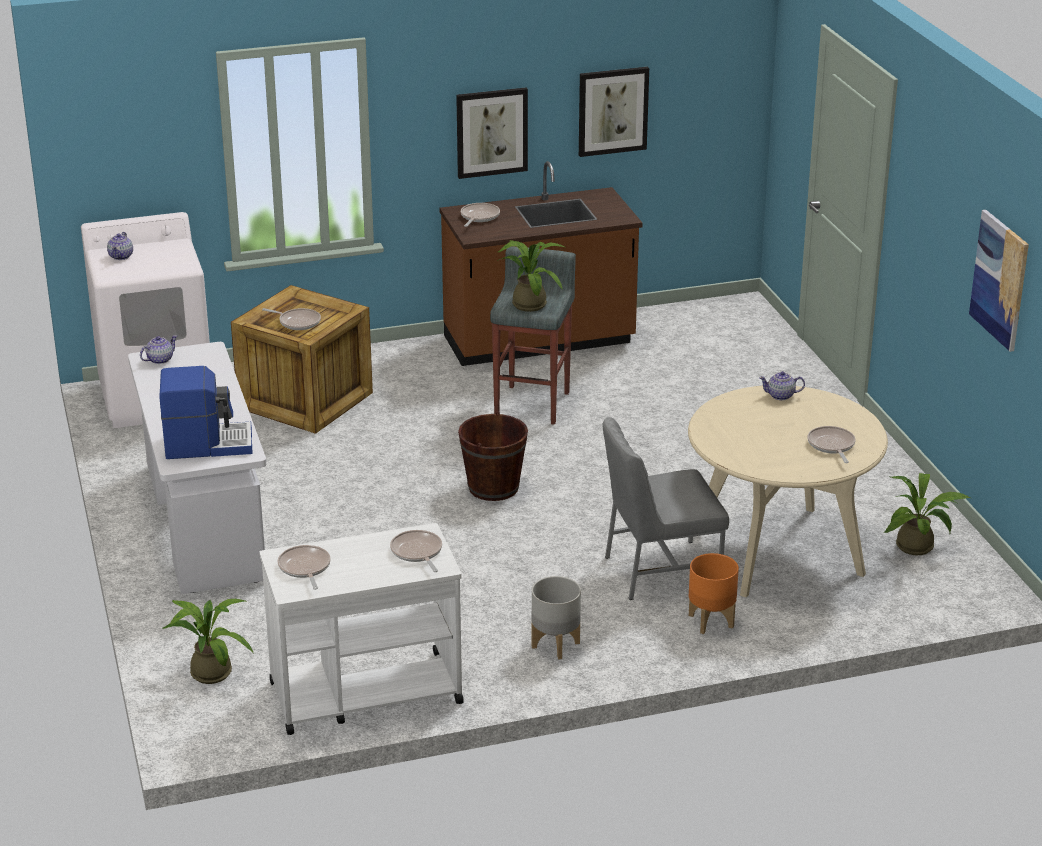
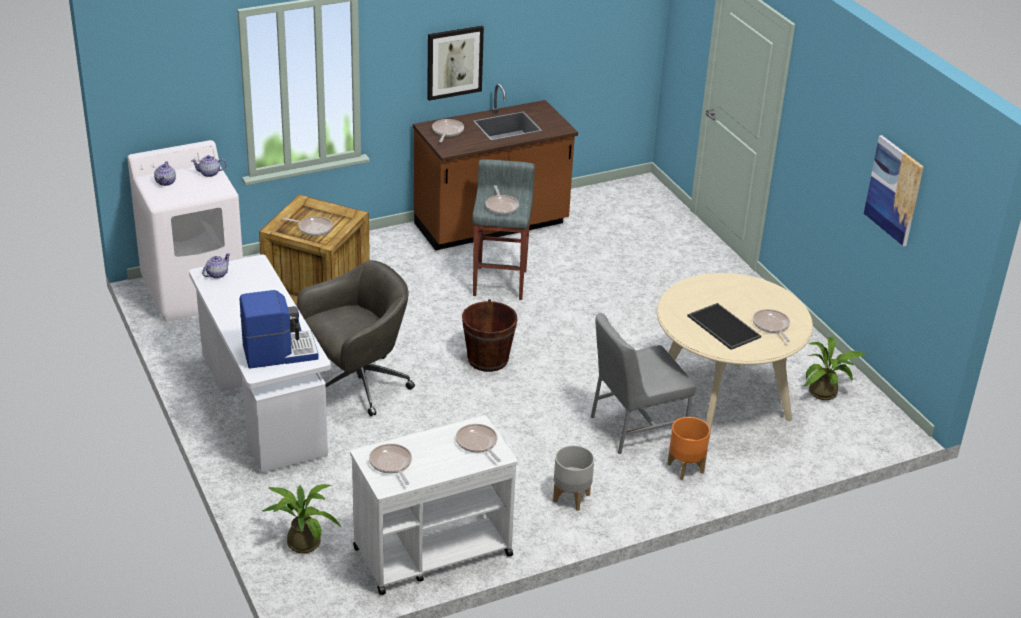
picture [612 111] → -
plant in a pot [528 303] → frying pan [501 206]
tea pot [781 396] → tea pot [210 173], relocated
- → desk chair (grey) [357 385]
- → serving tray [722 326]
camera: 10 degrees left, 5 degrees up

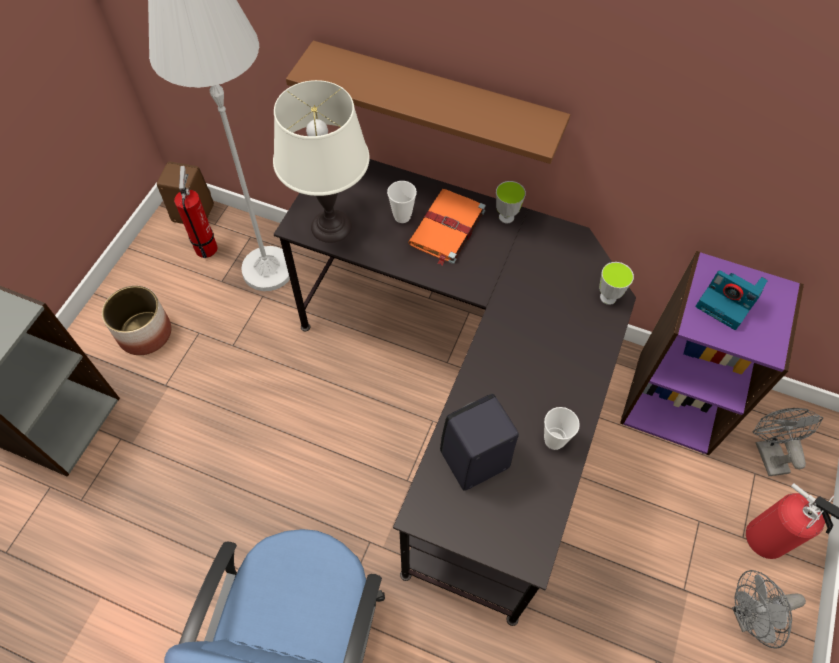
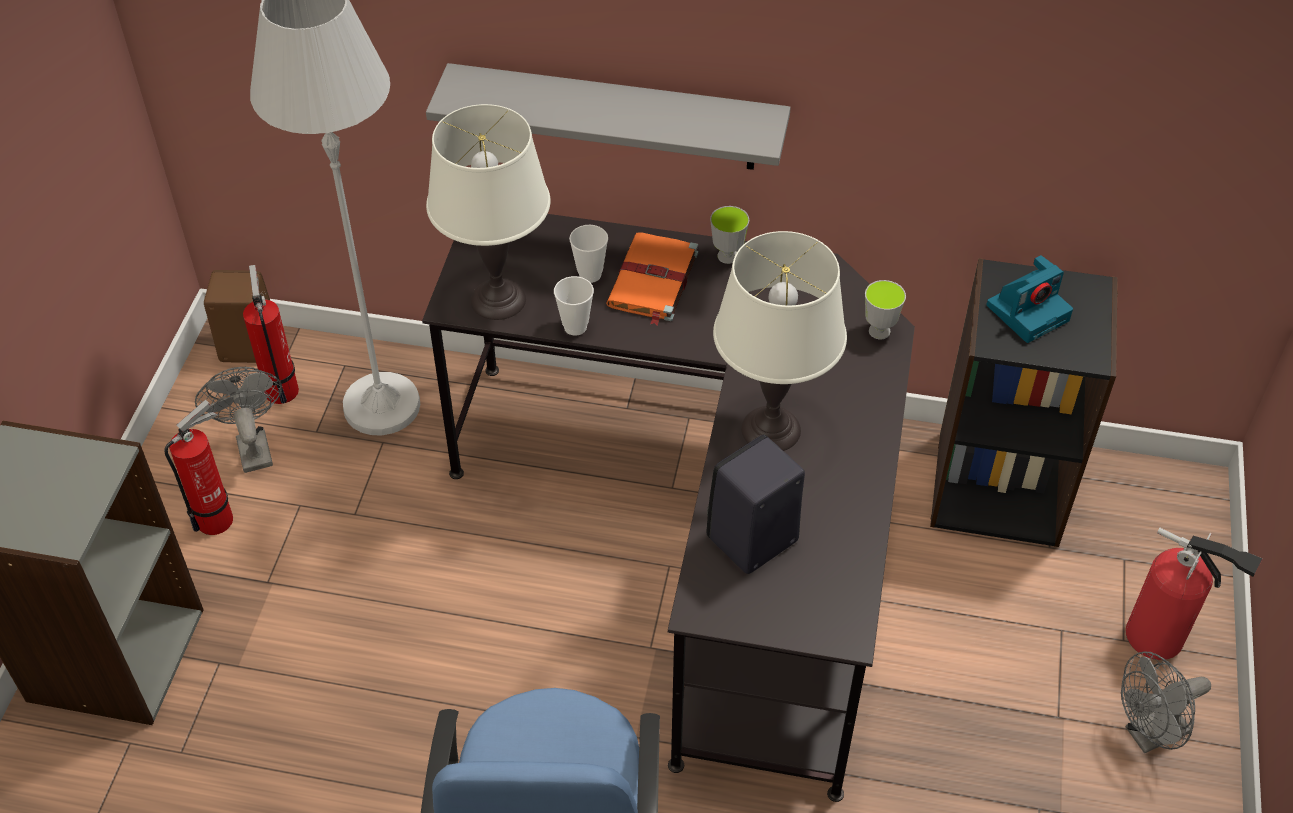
wall shelf (brownish) [436 101] → wall shelf (grey) [617 117]
bookcase (purple) [674 400] → bookcase (black-coloured) [998 486]
photo camera [727 302] → photo camera [1028 311], 60 degrees counterclockwise
flower pot [145 332] → fire-fighting cylinder [219 517]
small cup [554 440] → small cup [575 327], relocated
electric fan (grey) [768 452] → electric fan (grey) [252 446], relocated
- → lamp for a table (white) [770 430]
camera: 10 degrees left, 10 degrees down

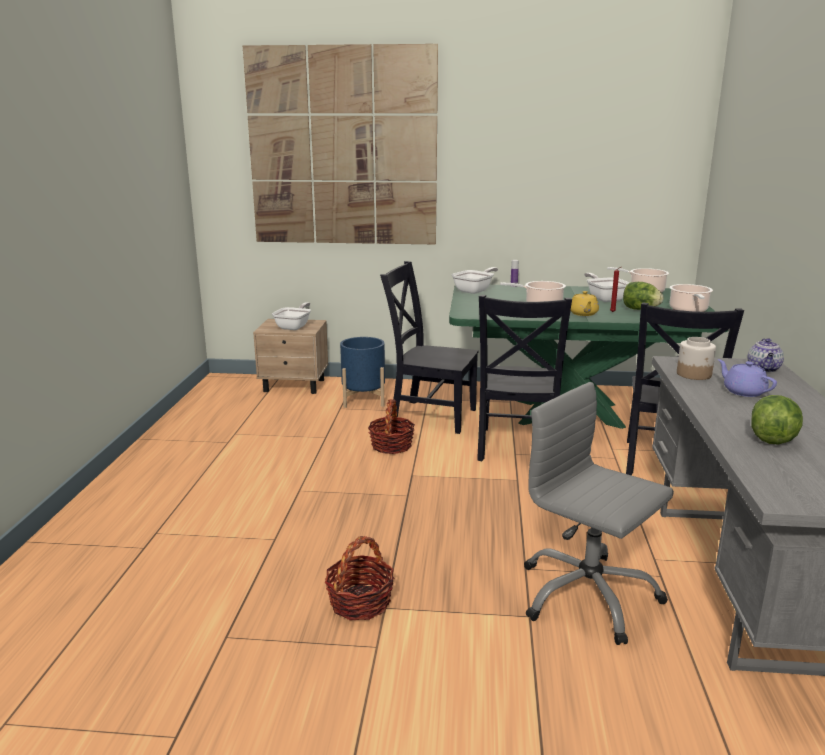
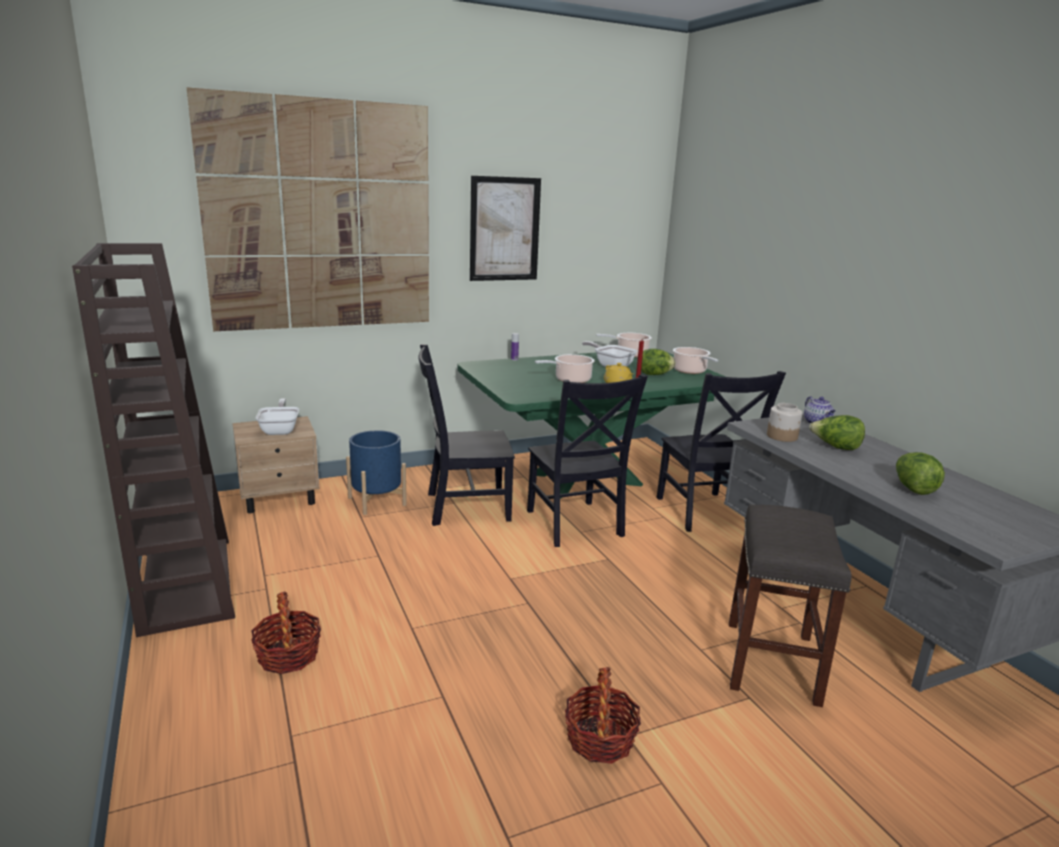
frying pan [475 290] → -
tea pot (purple) [743 391] → lettuce [835 447]
desk chair (grey) [587 596] → stool seat (grey) [770 660]
household basket [391 446] → household basket [288 655], relocated
- → picture [504 229]
- → bookcase (brownish) [185 583]
camera: 30 degrees left, 0 degrees up

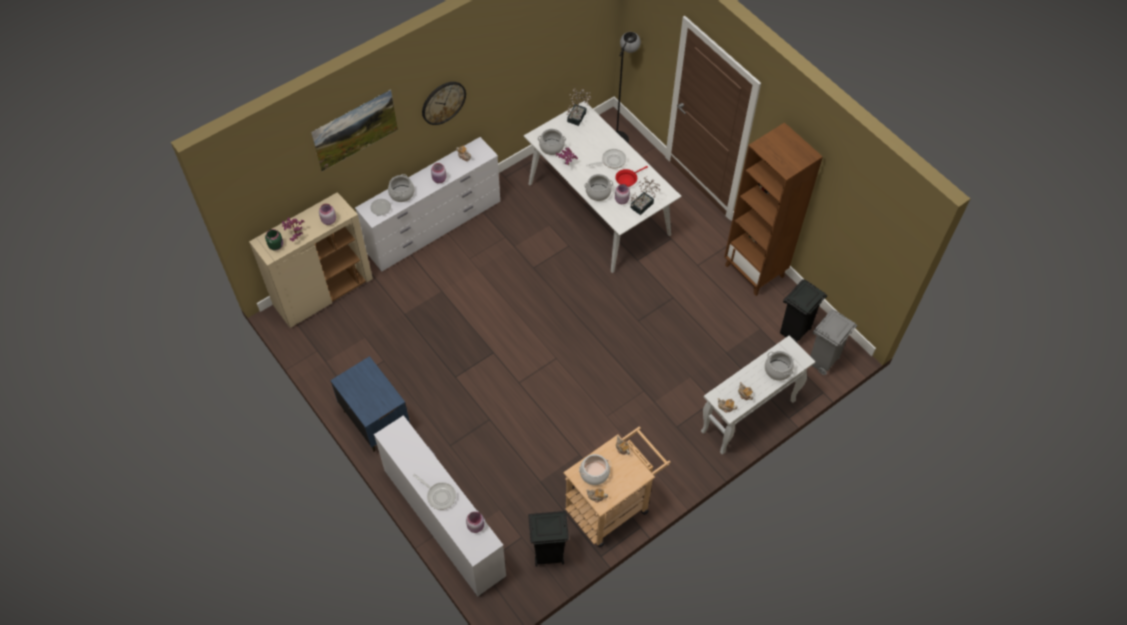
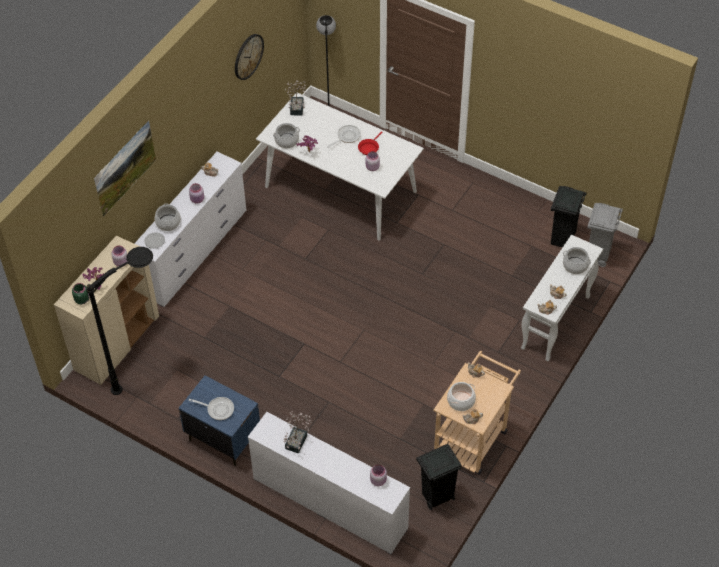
hanging clock [443 102] → hanging clock [248 56], relocated
bookcase (brownish) [755 271] → -
stockpot [598 192] → -
plant in a pot [644 204] → plant in a pot [297 439], relocated
frying pan [439 495] → frying pan [218 409], relocated
- → standing lamp (black-coloured) [149 372]
camera: 20 degrees left, 5 degrees down

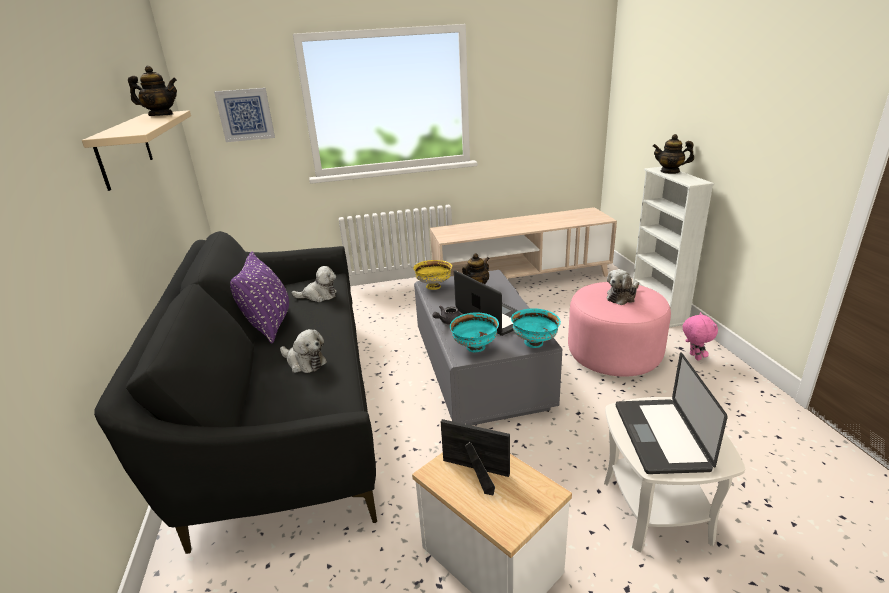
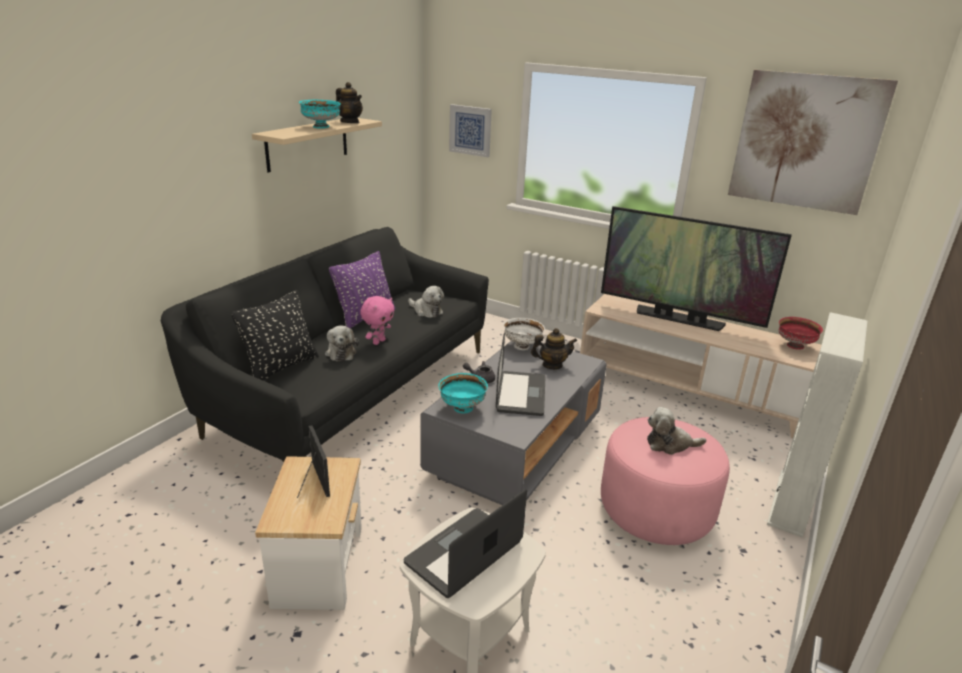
tea pot [670 171] → -
bowl (yellow-coloured) [433 286] → bowl (white) [522 346]
bowl (turquoise-coloured) [534 342] → bowl (turquoise-coloured) [321 127], relocated
cuddly toy (pinkish) [694 357] → cuddly toy (pinkish) [378 341], relocated
- → picture [806 142]
- → TV [678 318]
- → throw pillow (black-coloured) [281 367]
- → bowl (reddish) [795 346]
camera: 40 degrees right, 0 degrees up

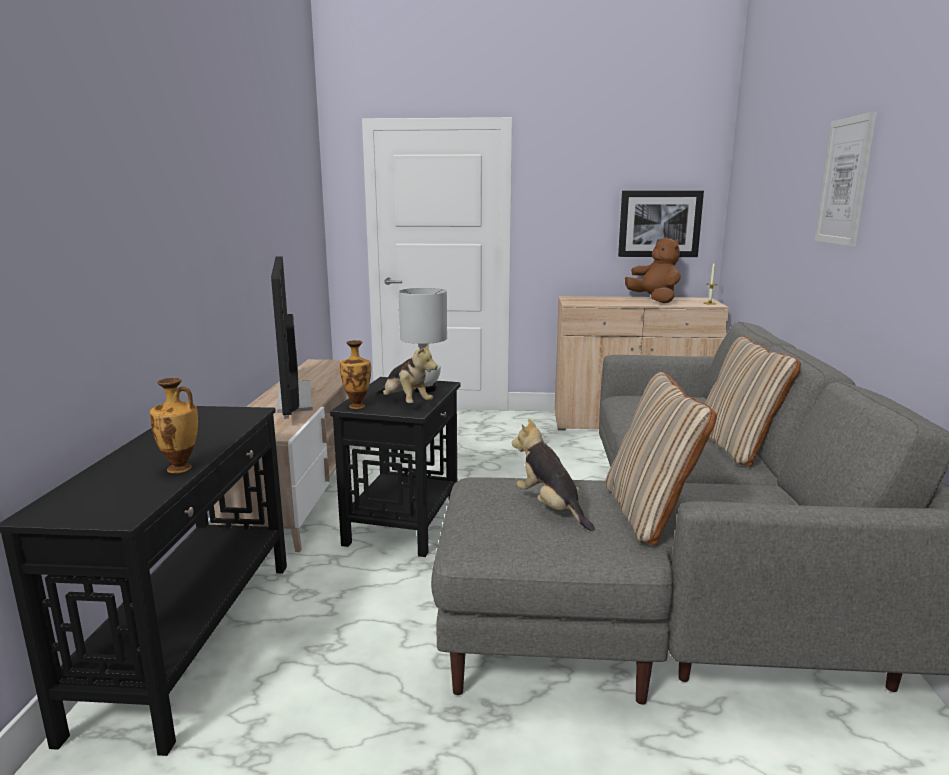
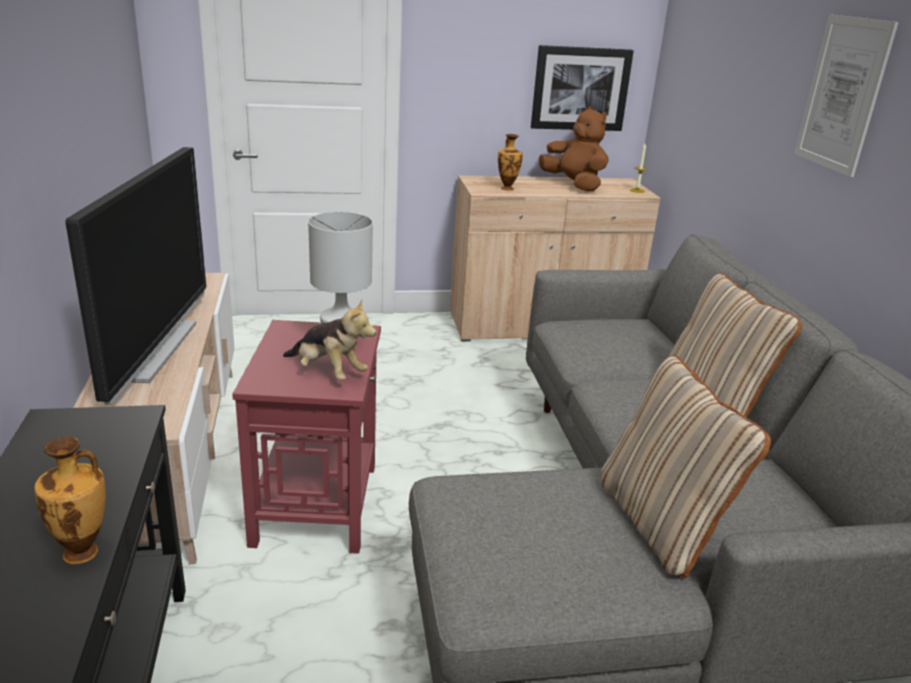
TV [294 396] → TV [154 350], 150 degrees counterclockwise
decorative vase [357 406] → decorative vase [507 188], relocated
accent table (black-coloured) [404 524] → accent table (reddish) [317 504]
cuddly toy [550 508] → -
camera: 15 degrees left, 10 degrees up

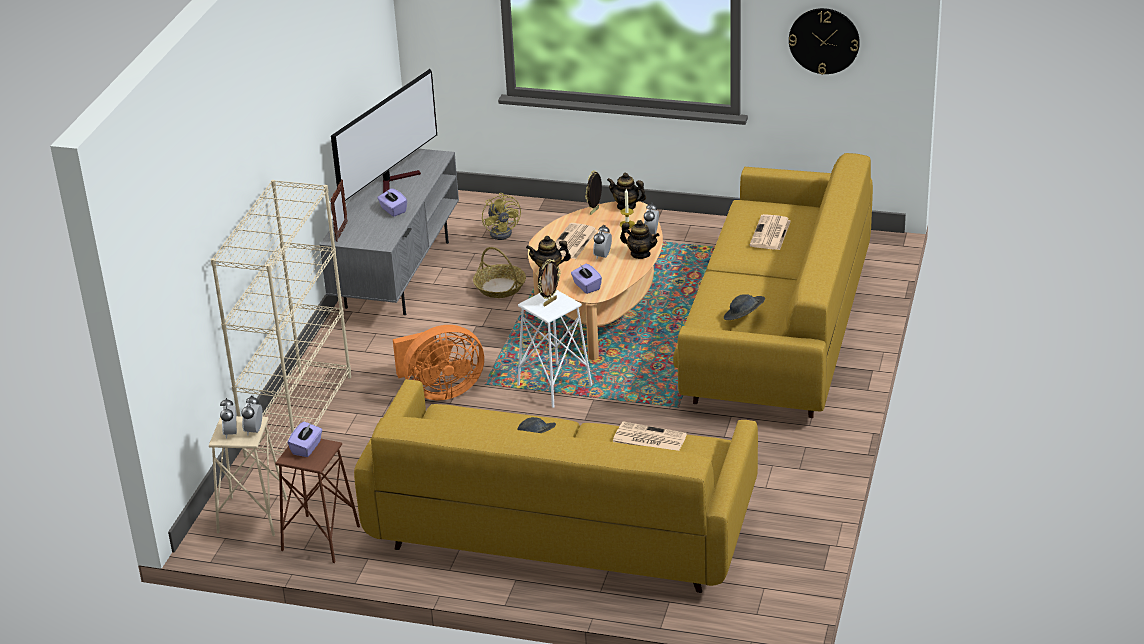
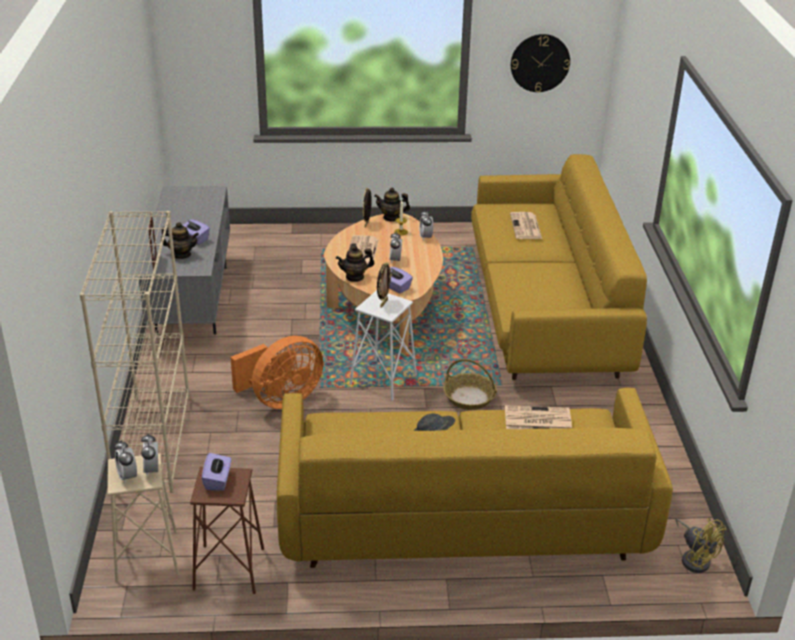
TV [395 182] → -
electric fan (yellow-coloured) [503 232] → electric fan (yellow-coloured) [695 558], relocated
tea pot [640 254] → tea pot [181 254], relocated
household basket [500 287] → household basket [469 397], relocated
wearable hat (grey) [744 317] → -
camera: 20 degrees left, 0 degrees up

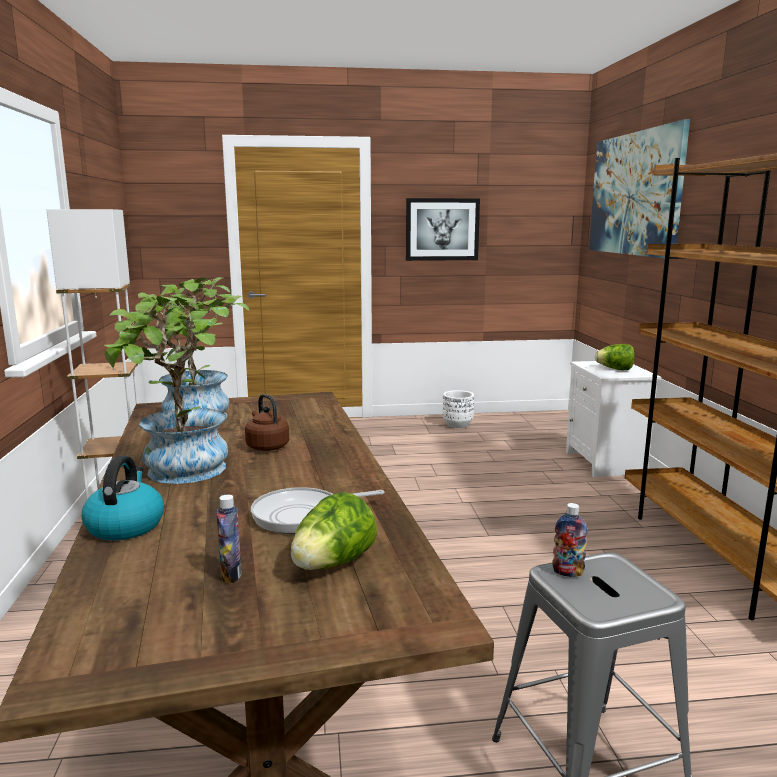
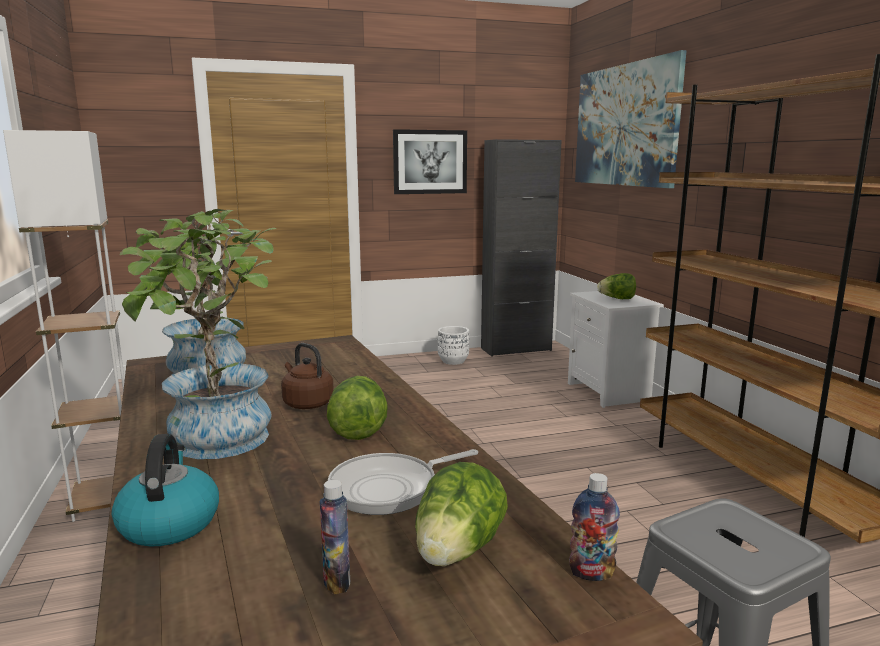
bottle [567 572] → bottle [591 573], relocated
- → storage cabinet (black-coloured) [516 349]
- → lettuce [358 429]
camera: 10 degrees left, 0 degrees up

